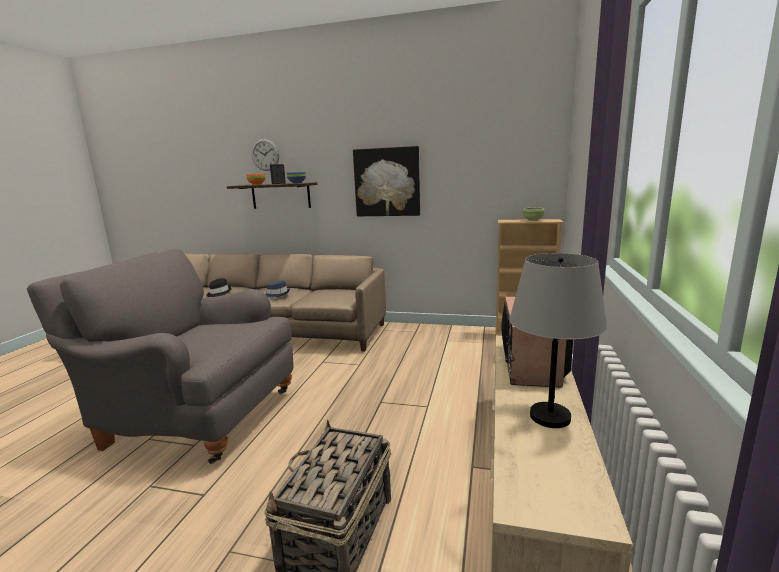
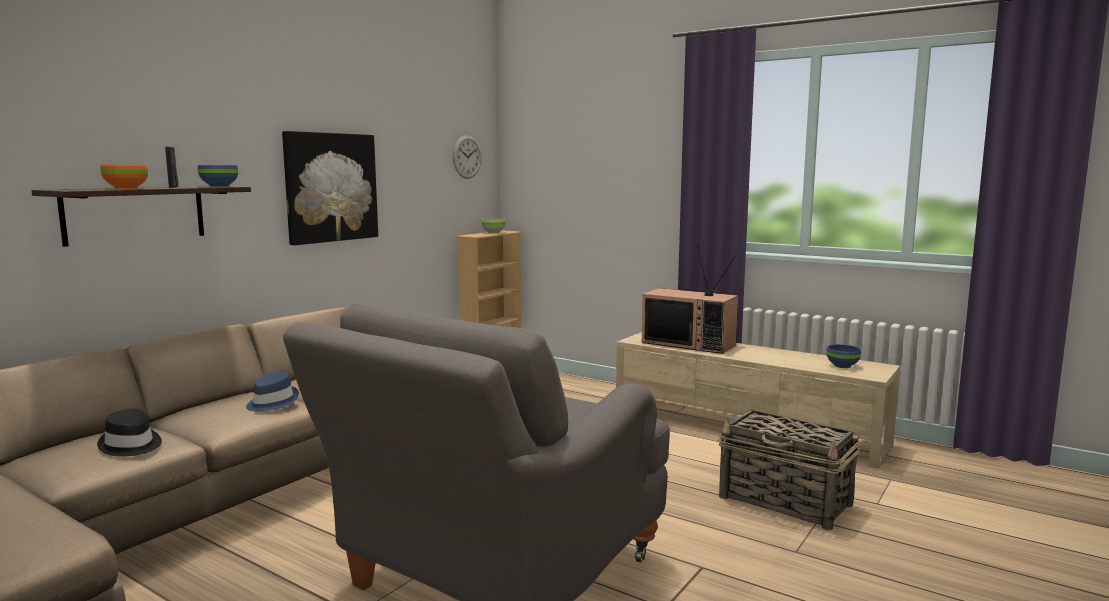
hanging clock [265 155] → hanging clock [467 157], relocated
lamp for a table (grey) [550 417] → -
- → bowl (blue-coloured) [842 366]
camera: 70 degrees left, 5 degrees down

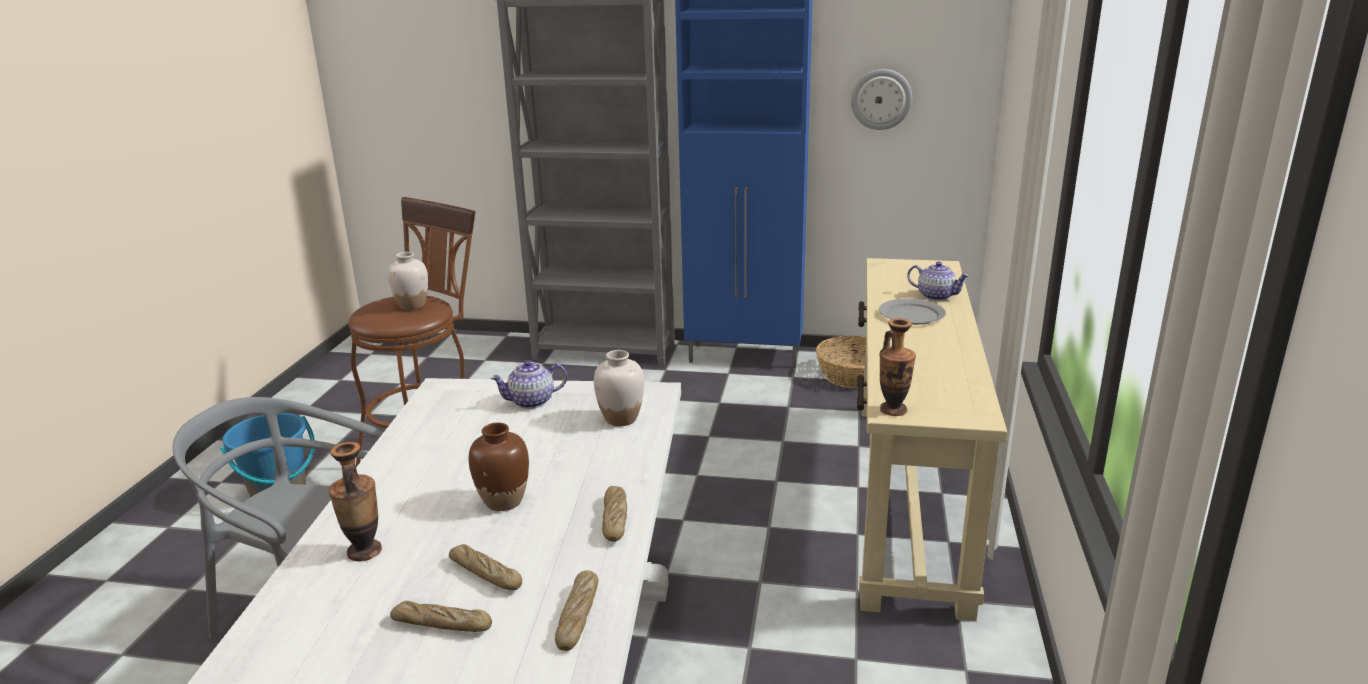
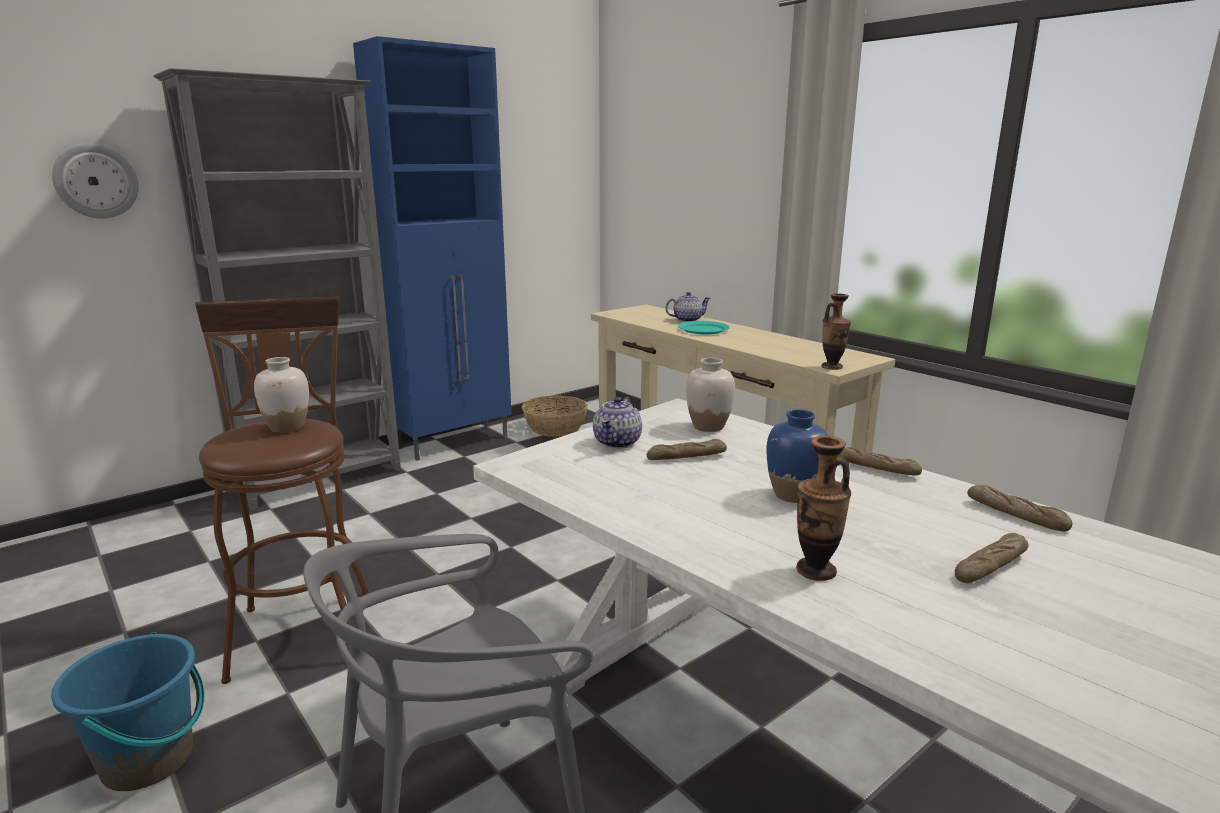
hanging clock [881 99] → hanging clock [96 181], relocated
dinner plate (grey) [911 315] → dinner plate (turquoise-coloured) [703 330]
decorative vase (brownish) [503 501] → decorative vase (blue-coloured) [793 495]
bakery bread [485 574] → bakery bread [686 457], relocated
camera: 50 degrees left, 5 degrees down

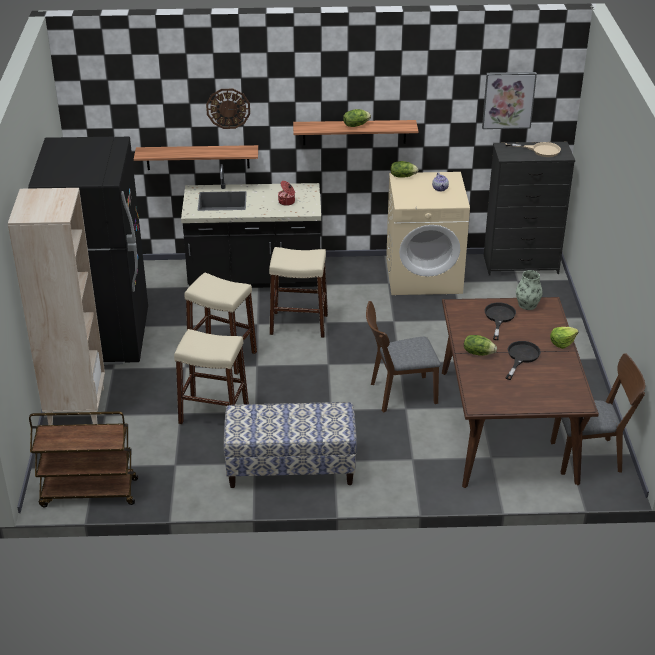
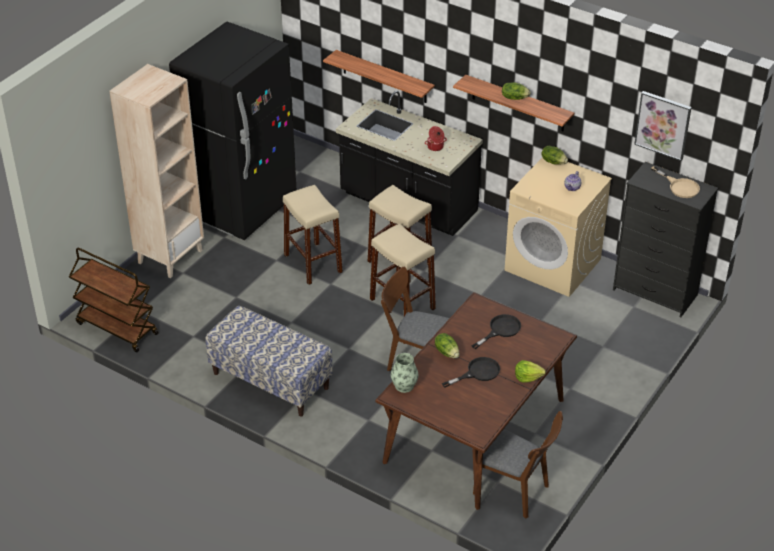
hanging clock [228 108] → -
decorative vase [527 304] → decorative vase [404 386], relocated
stool seat (beige) [214 414] → stool seat (beige) [402 304], relocated
camera: 35 degrees right, 5 degrees up

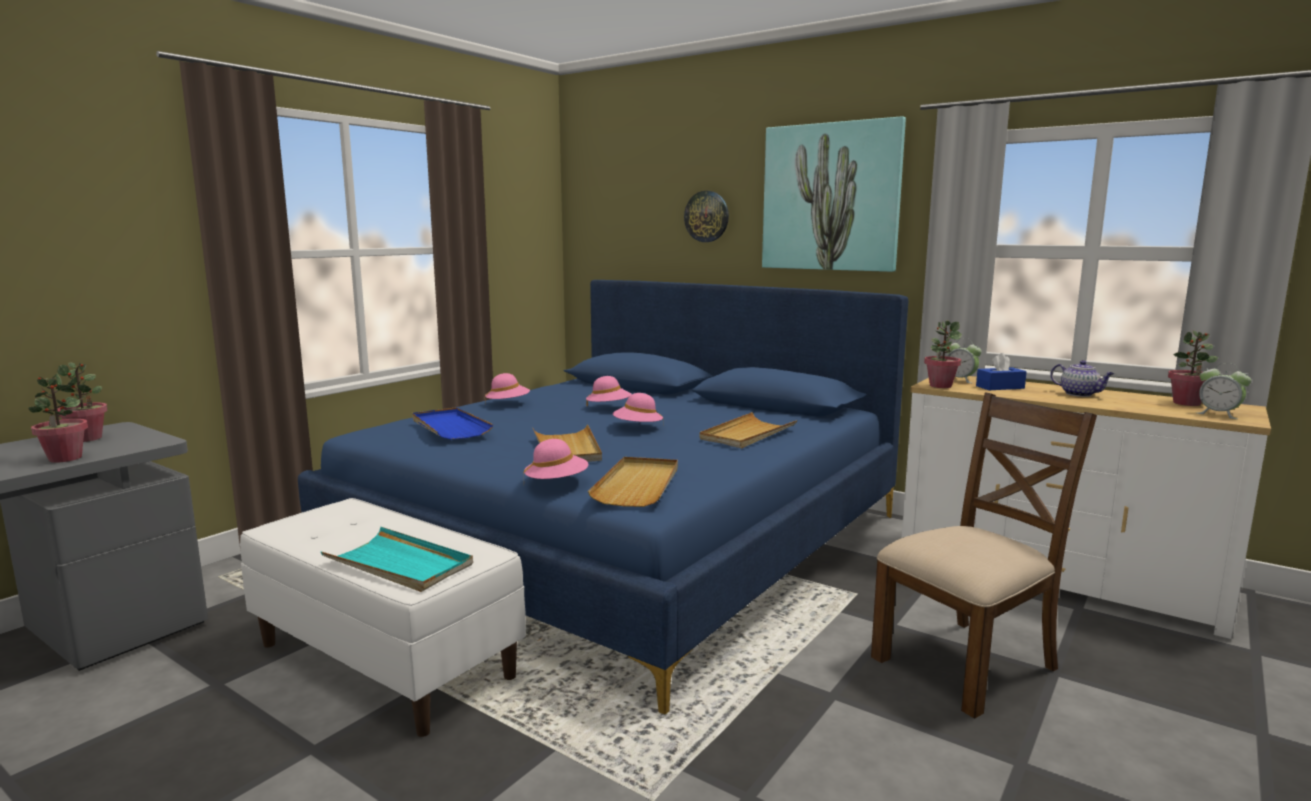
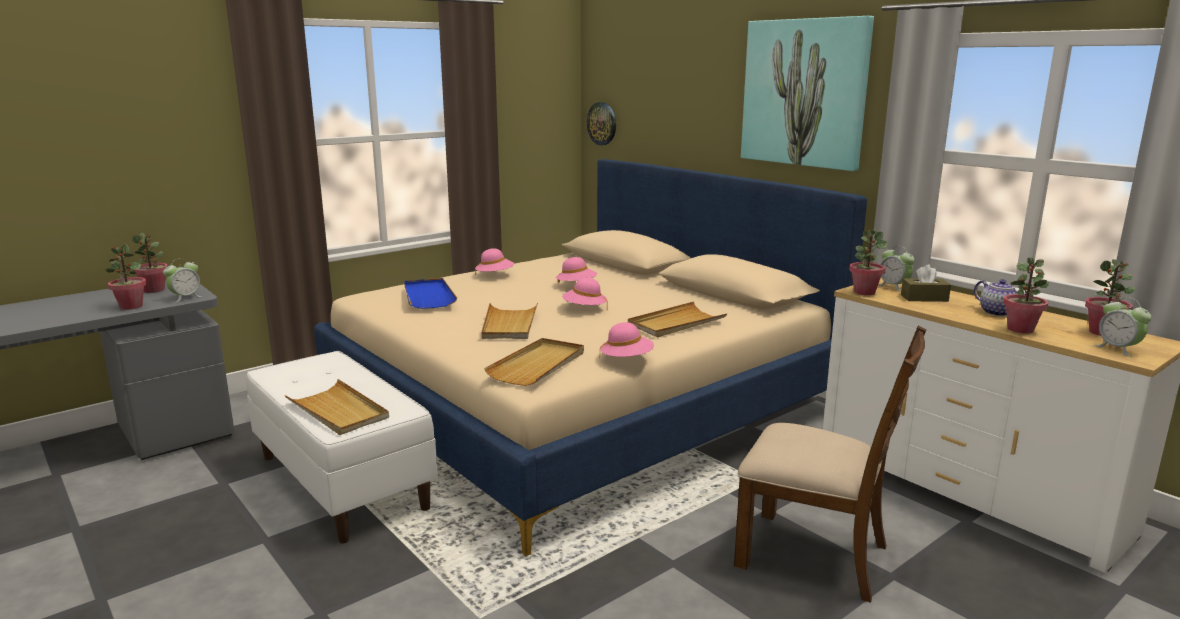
hanging clock [707 216] → hanging clock [602 123], relocated
bed (blue-coloured) [622 537] → bed (beige) [579 402]
tissue box (blue-coloured) [1000 387] → tissue box (brownish) [924 298]
plain chair (brownish) [967 663] → plain chair (brownish) [814 555], 45 degrees clockwise
wearable hat (pinkish) [556 483] → wearable hat (pinkish) [626 359], relocated
serving tray (turquoise-coloured) [399 564] → serving tray (beige) [338 411]
- → alarm clock [185 298]
- → plant in a pot [1020 329]
camera: 15 degrees right, 5 degrees up

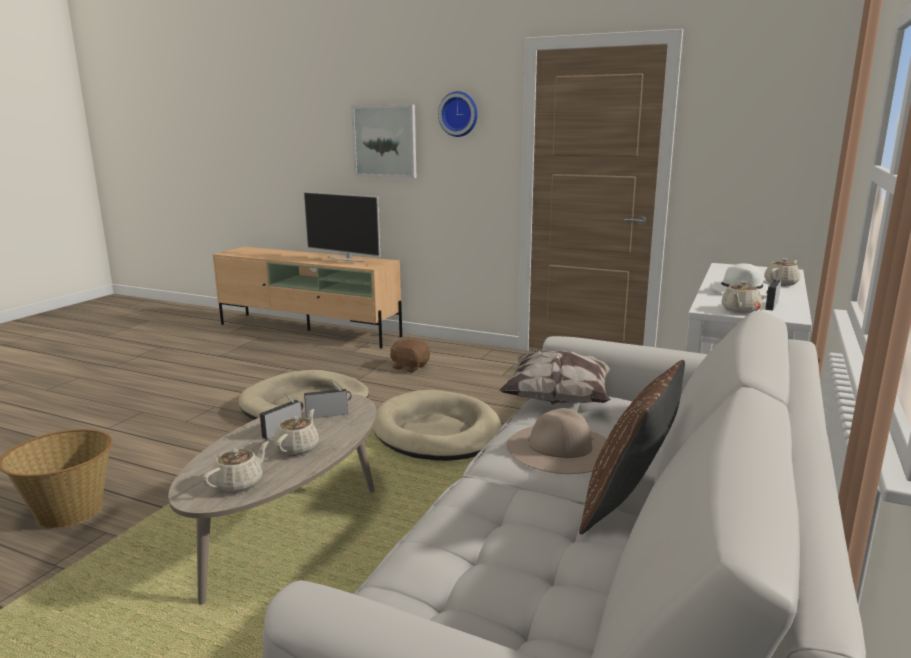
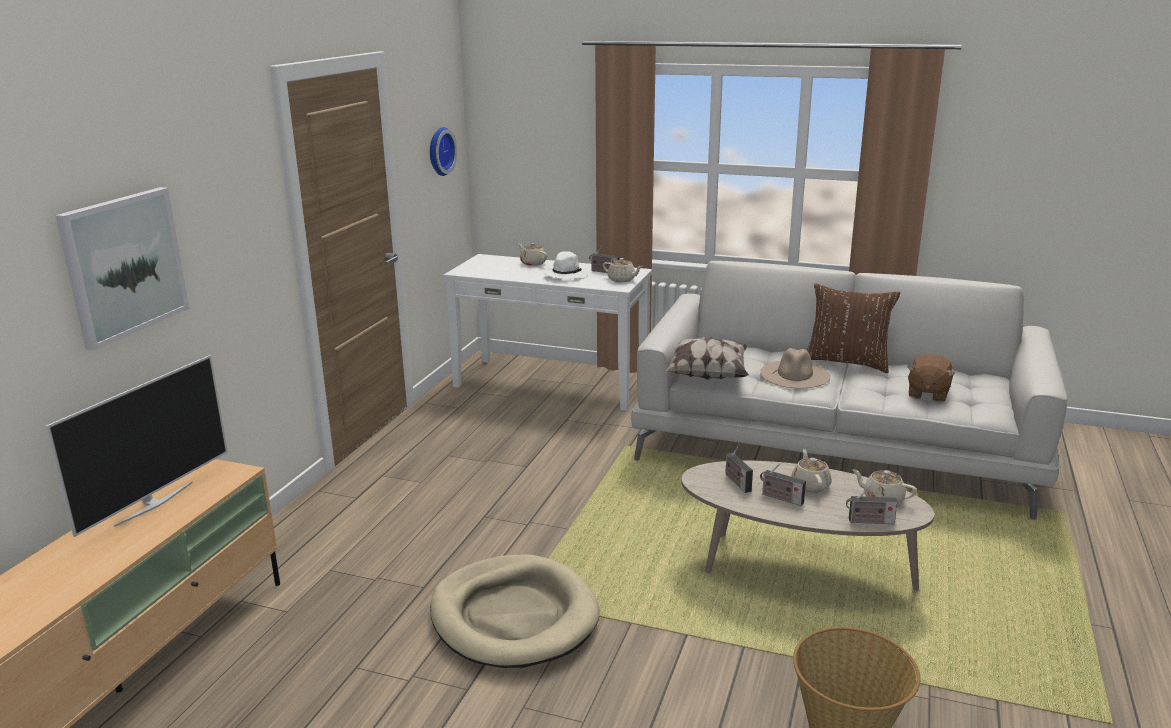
hanging clock [459 114] → hanging clock [439 151], relocated
cuddly toy (brownish) [410 367] → cuddly toy (brownish) [927 394], relocated
pet bed (beige) [437 432] → -
tea pot (beige) [297 448] → tea pot (beige) [810 485], 75 degrees clockwise
- → radio receiver [869 521]
camera: 95 degrees left, 5 degrees up

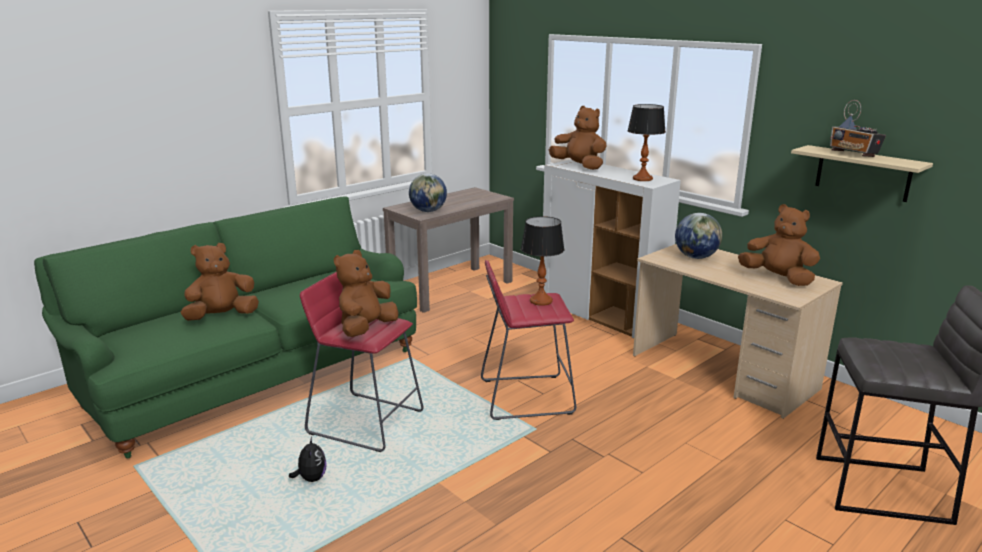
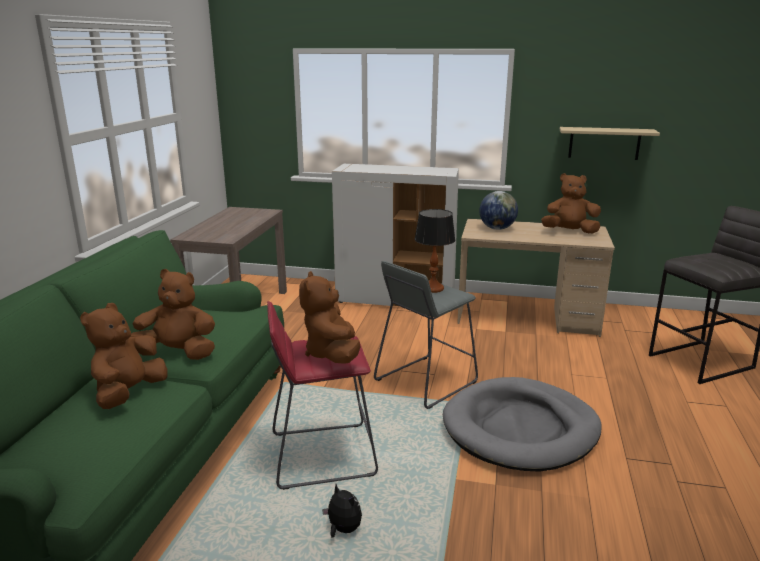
radio receiver [853 154] → -
lamp for a table [642 179] → -
cuddly toy (brownish) [579 166] → cuddly toy (brownish) [178 353], relocated
desk globe [428 211] → -
stool seat (reddish) [526 397] → stool seat (grey) [425 381]
- → pet bed (grey) [520 428]
camera: 35 degrees left, 0 degrees up

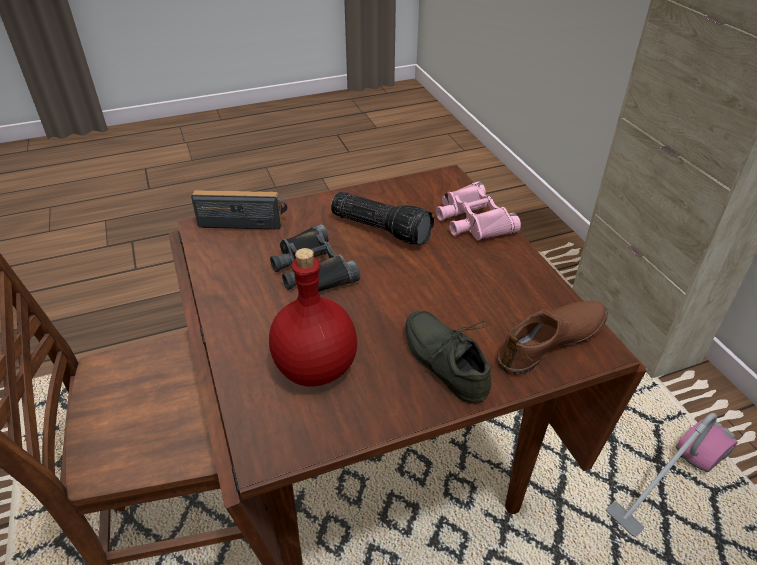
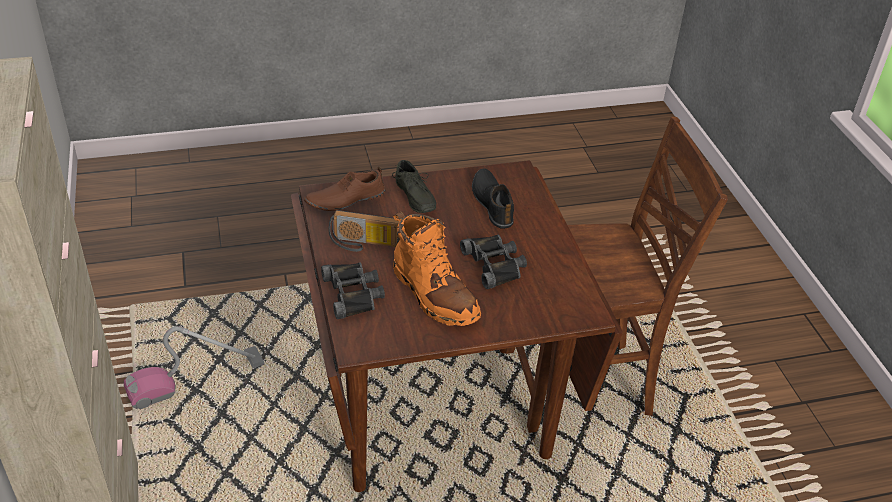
binoculars (pinkish) [472 220] → binoculars (black-coloured) [353 293]
radio receiver [245 220] → radio receiver [364 244], relocated
torch [382 228] → boot (orange) [433 294]
bottle (reddish) [315 367] → item of footwear (black-coloured) [493 203]
camera: 175 degrees left, 0 degrees up

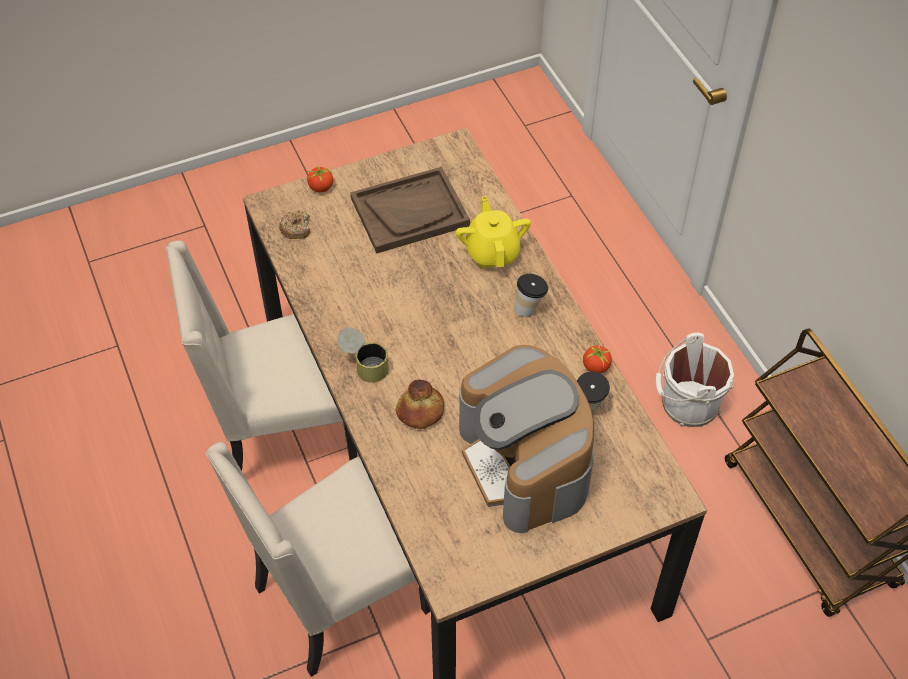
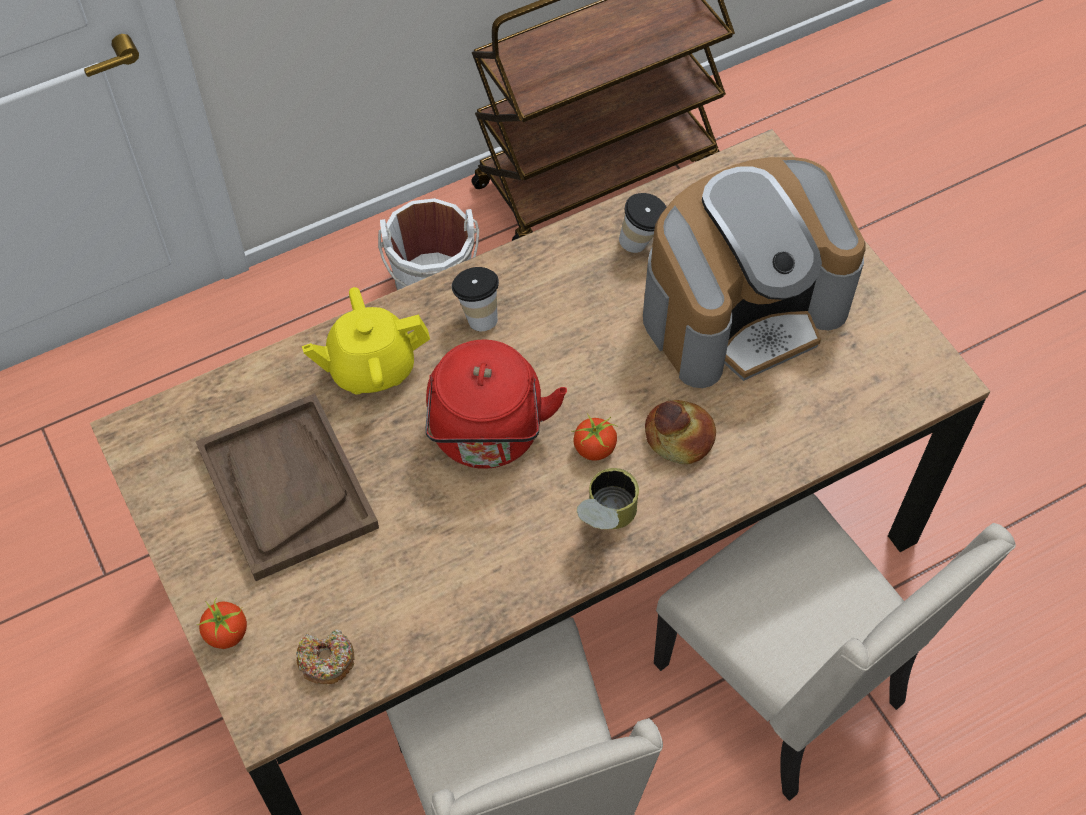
fresh tomato [595 367] → fresh tomato [594 449], relocated
- → kettle (reddish) [487 436]
camera: 95 degrees left, 5 degrees up

